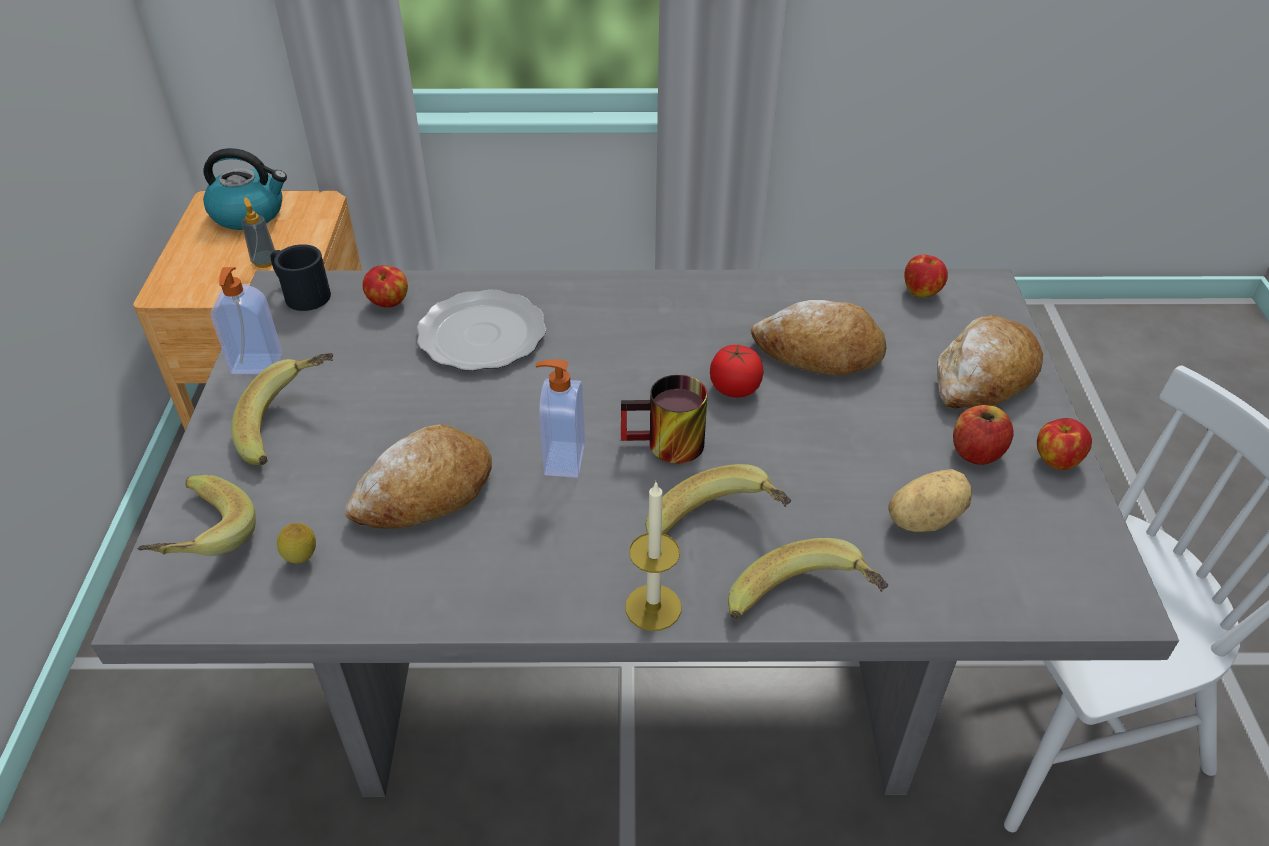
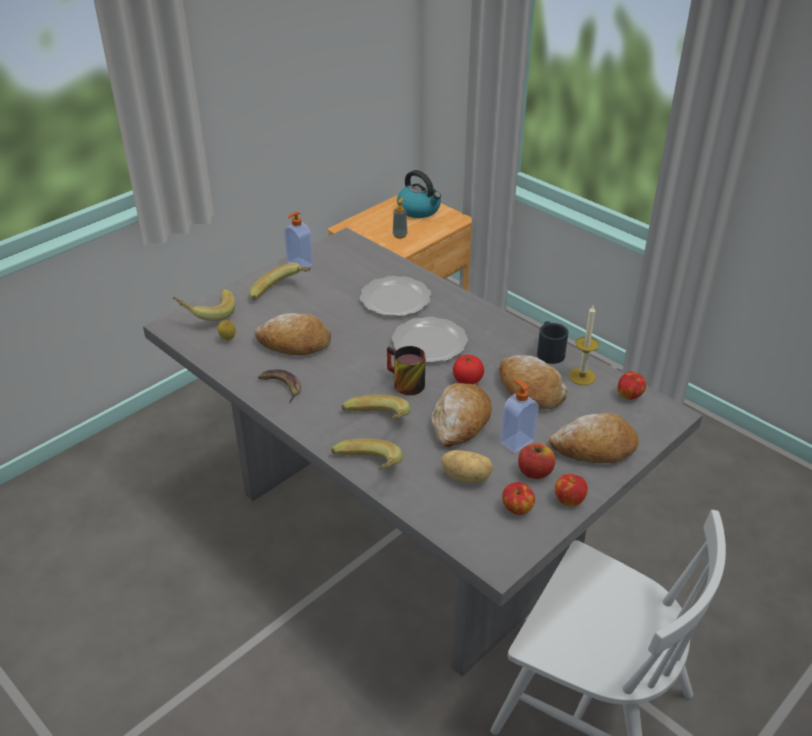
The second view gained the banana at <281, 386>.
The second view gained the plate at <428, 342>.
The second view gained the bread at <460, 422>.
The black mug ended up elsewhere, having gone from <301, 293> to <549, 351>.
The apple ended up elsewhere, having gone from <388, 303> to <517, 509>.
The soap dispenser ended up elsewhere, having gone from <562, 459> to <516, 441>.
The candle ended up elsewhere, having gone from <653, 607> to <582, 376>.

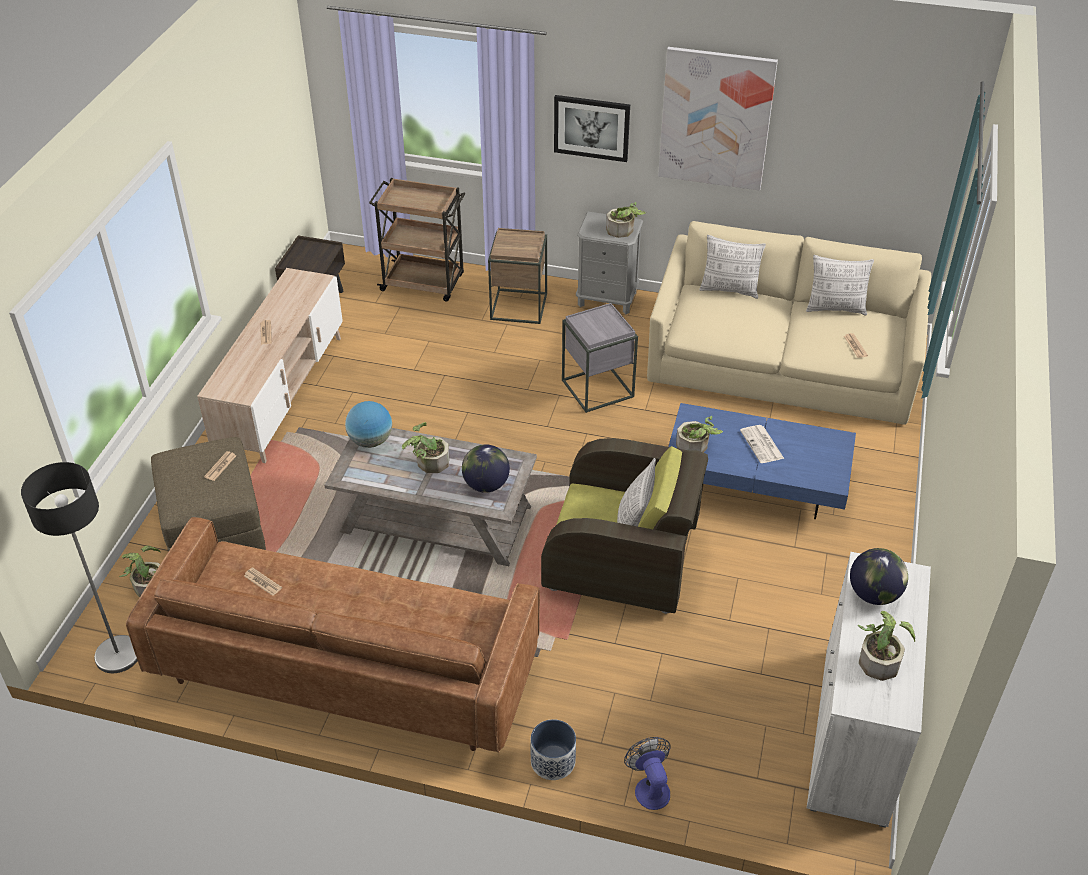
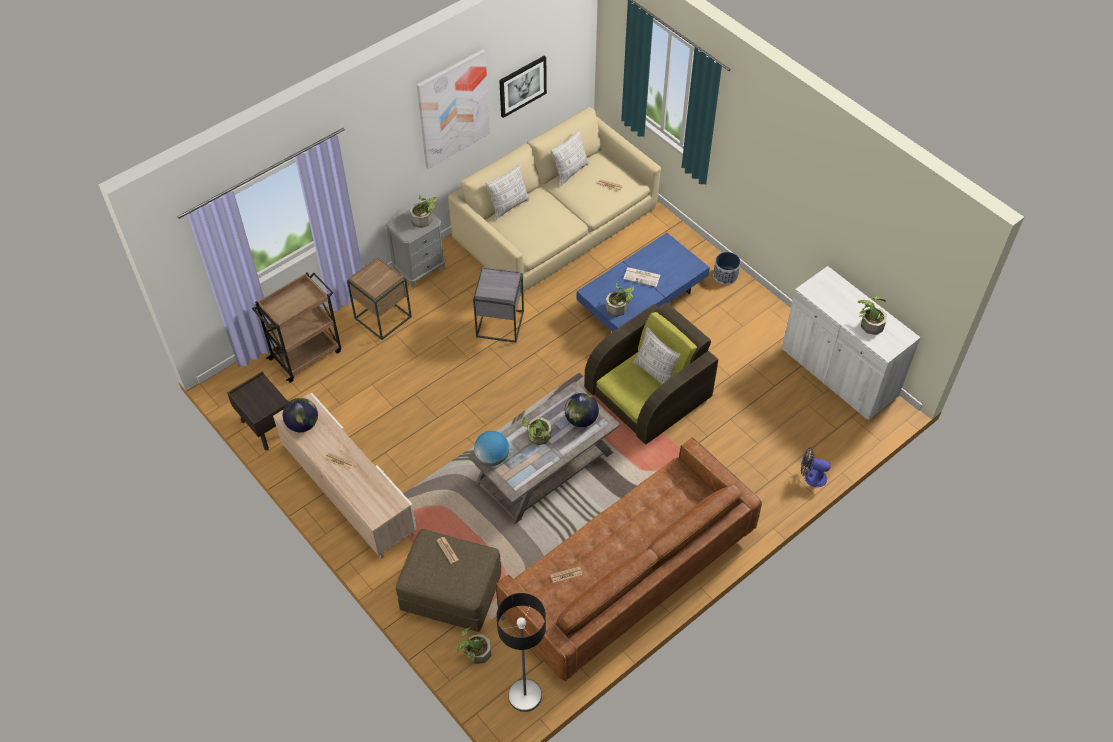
The planter ended up elsewhere, having gone from <552, 761> to <725, 276>.
The picture ended up elsewhere, having gone from <591, 127> to <522, 86>.
The globe ended up elsewhere, having gone from <874, 594> to <303, 424>.

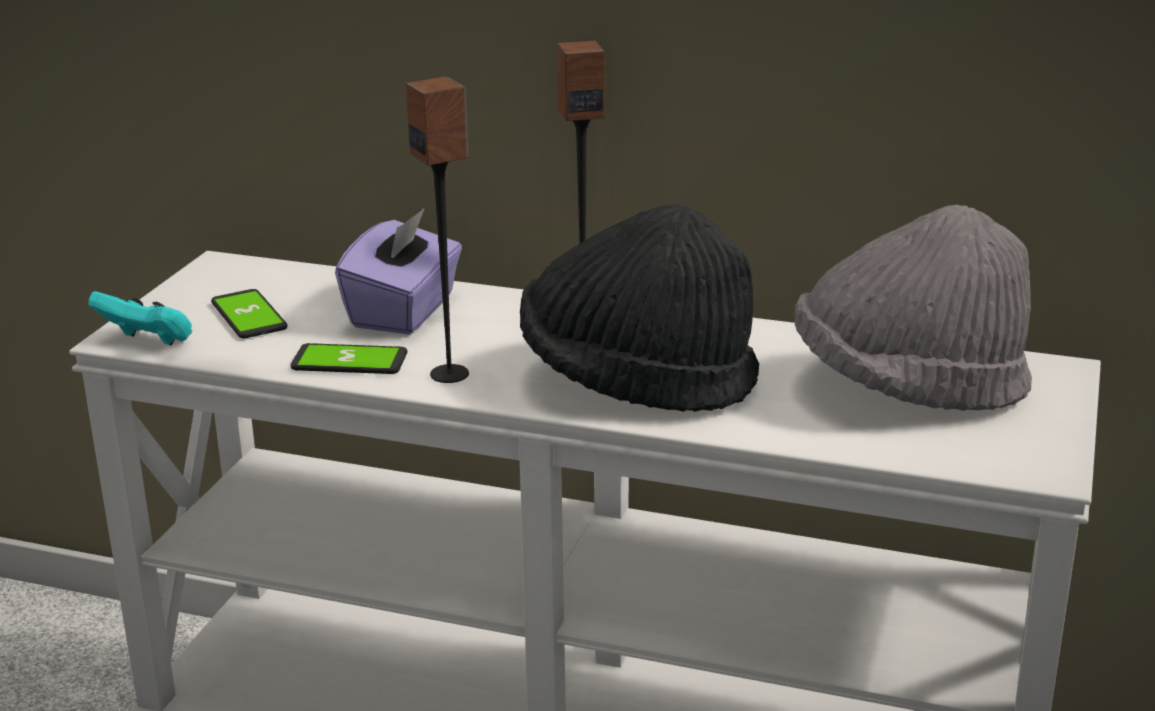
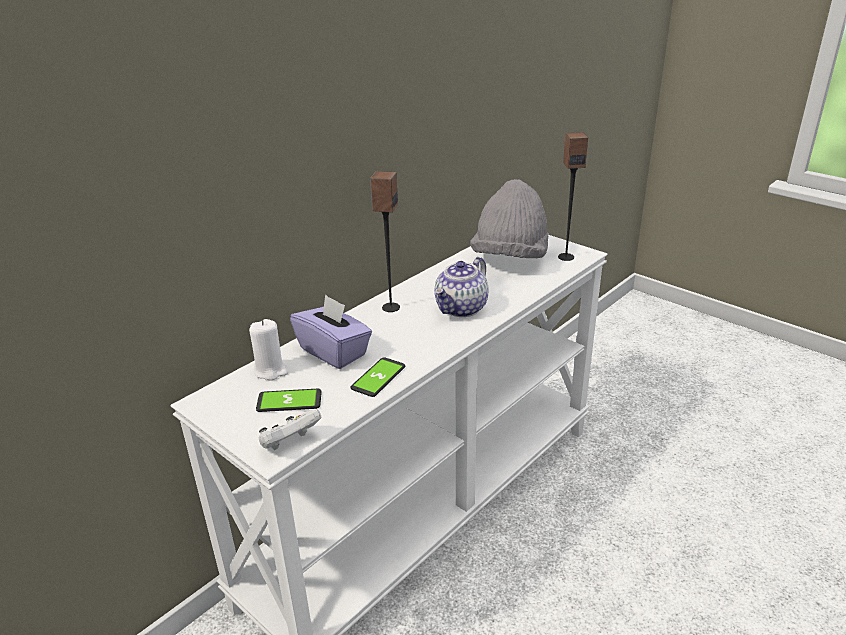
The second view gained the white candle at <271, 370>.
The speaker ended up elsewhere, having gone from <450, 374> to <566, 257>.
Where the black hat stood at <636, 381>, the teapot came to stand at <461, 308>.
What was the turquoise game controller at <148, 342> turned into the white game controller at <289, 443>.

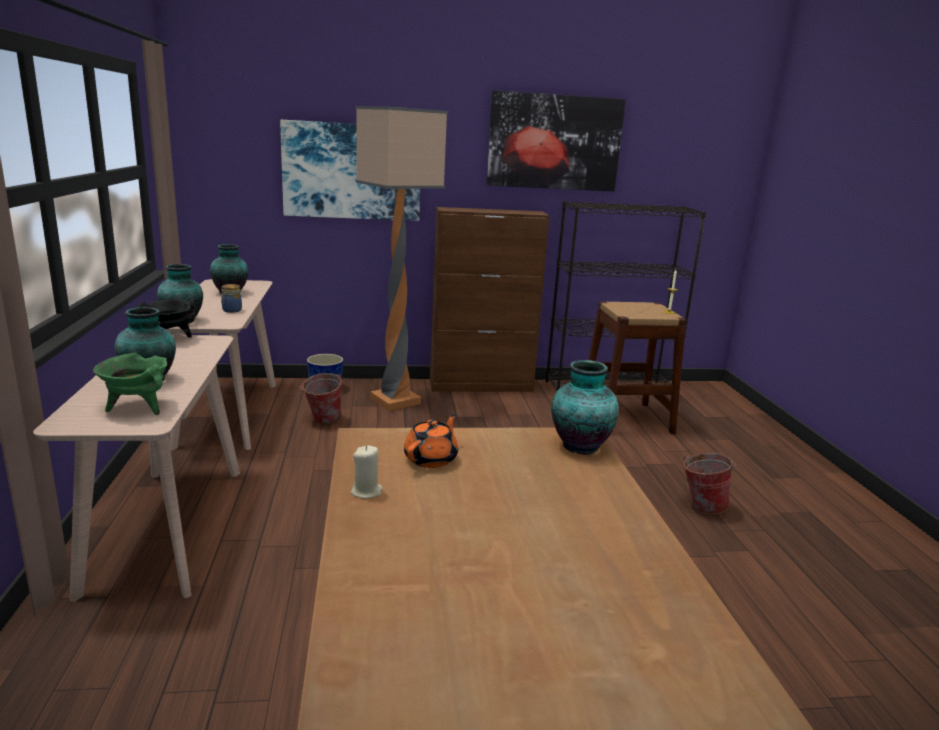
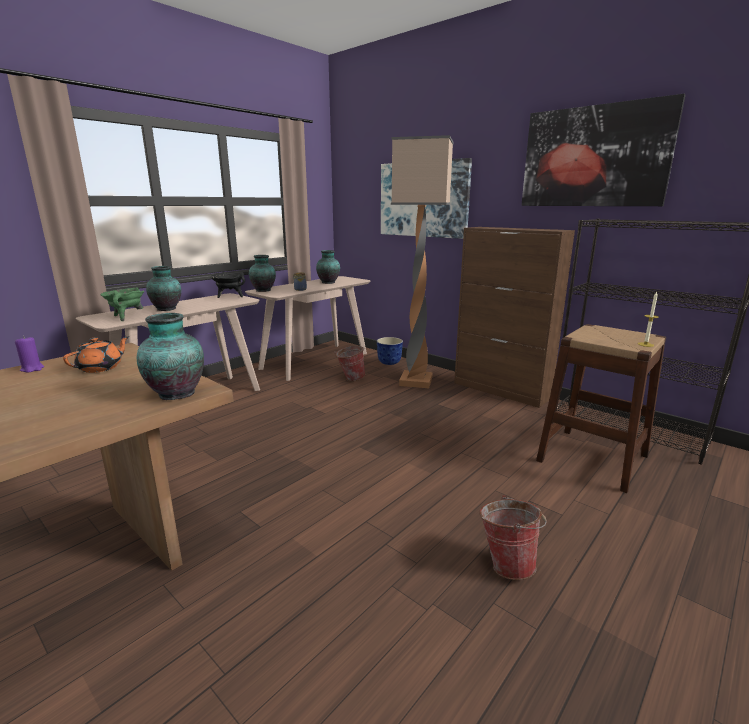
What was the beige candle at <366, 492> turned into the purple candle at <32, 369>.
The orange teapot at <431, 459> ended up facing another way, 45 degrees counterclockwise from before.

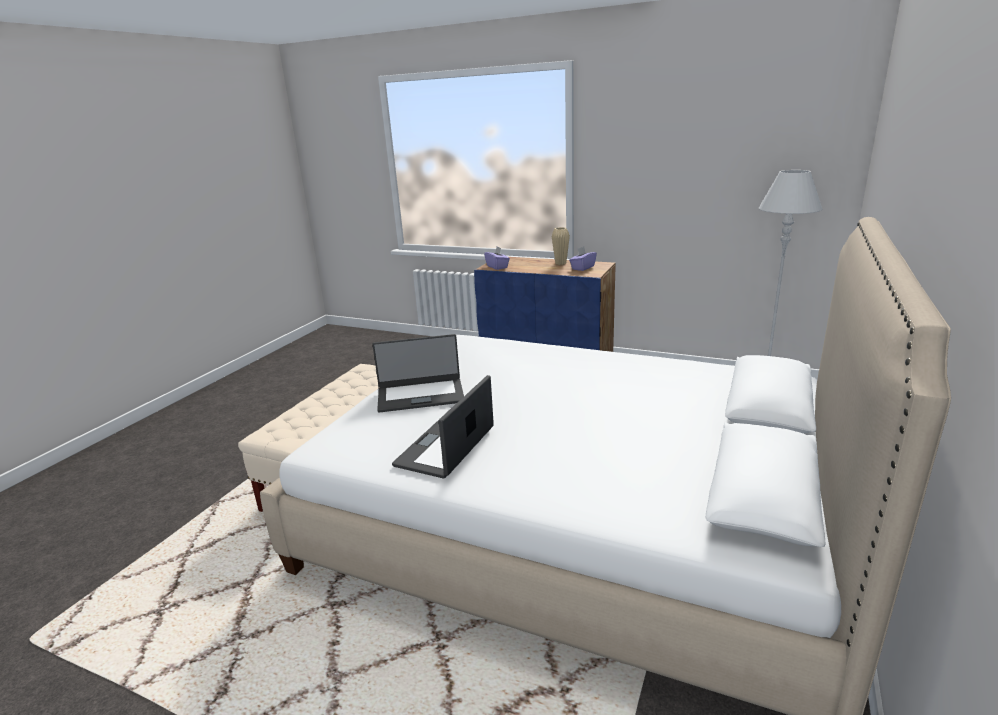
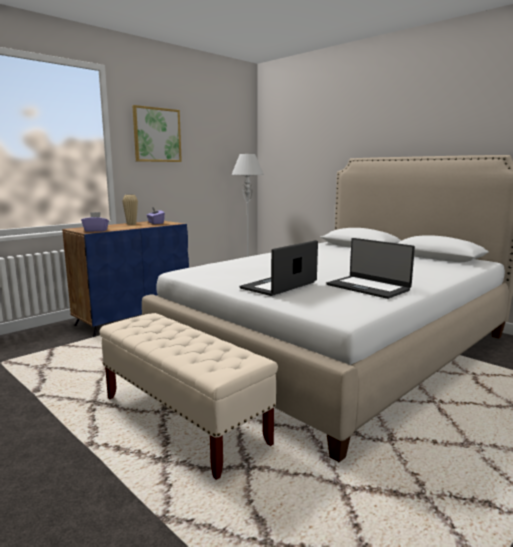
The second view gained the picture at <157, 135>.
The laptop at <420, 395> ended up facing another way, 150 degrees counterclockwise from before.

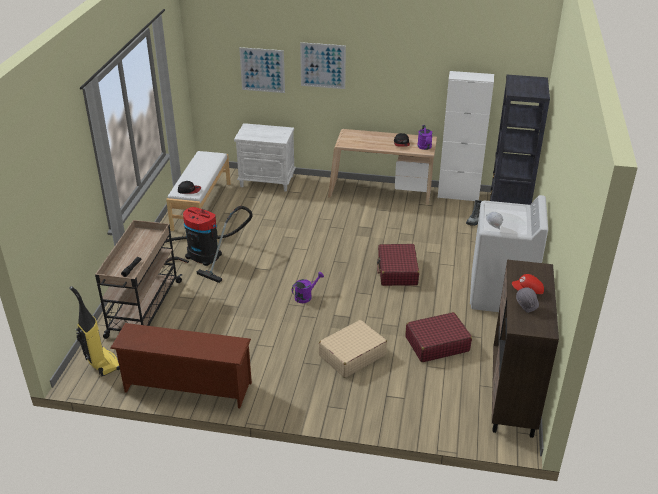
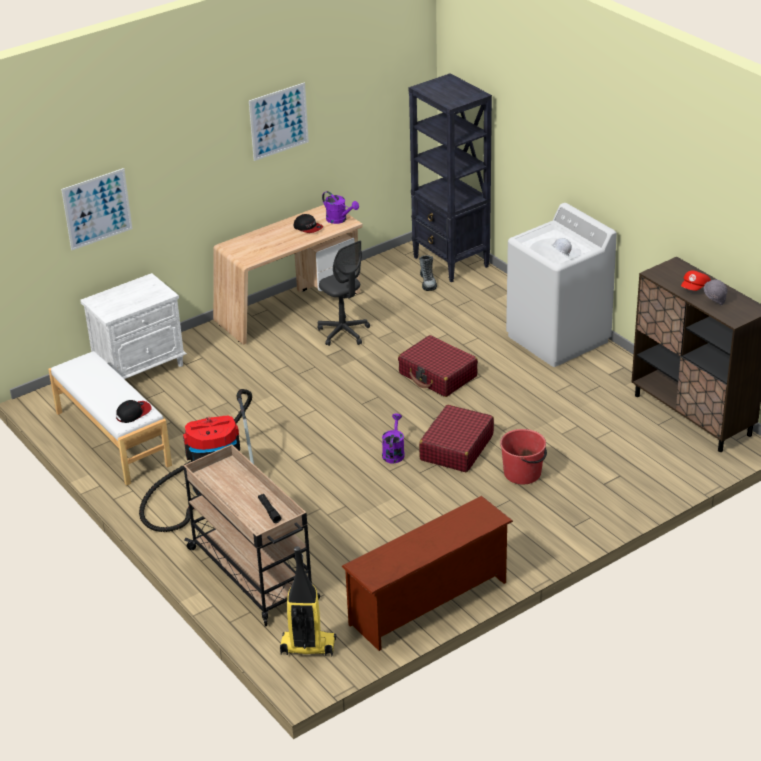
The second view lost the white cabinet at <458, 195>.
The second view gained the grey office chair at <343, 333>.
The picture ended up elsewhere, having gone from <323, 65> to <278, 121>.
The red suitcase ended up elsewhere, having gone from <436, 344> to <456, 448>.
Where the beige suitcase stood at <352, 355>, the red bucket came to stand at <523, 473>.

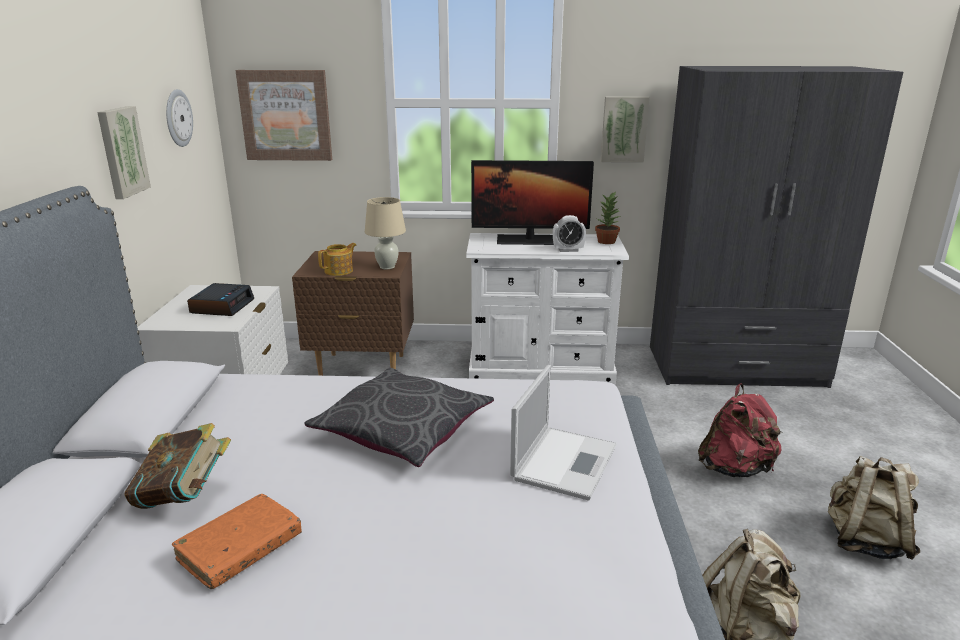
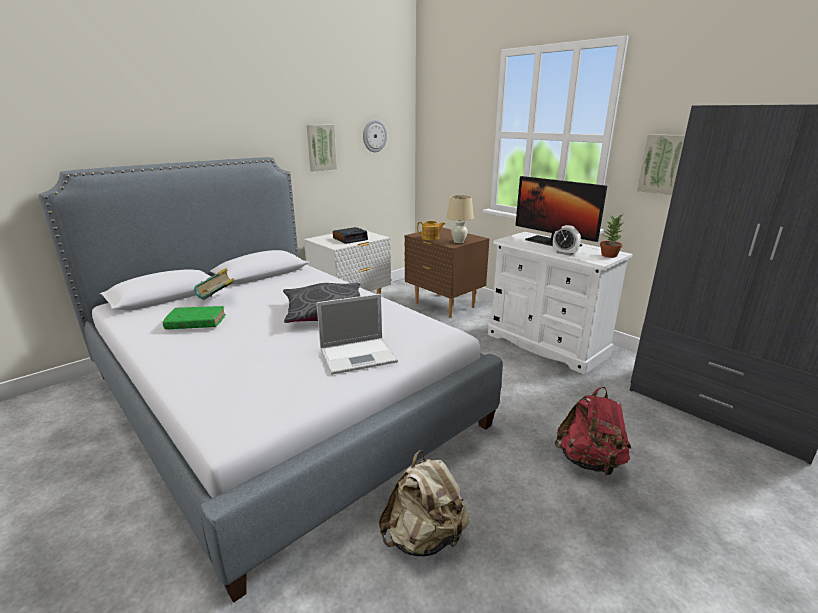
The second view lost the picture at <286, 115>.
The second view lost the beige backpack at <865, 541>.
What was the orange book at <240, 549> turned into the green book at <196, 323>.

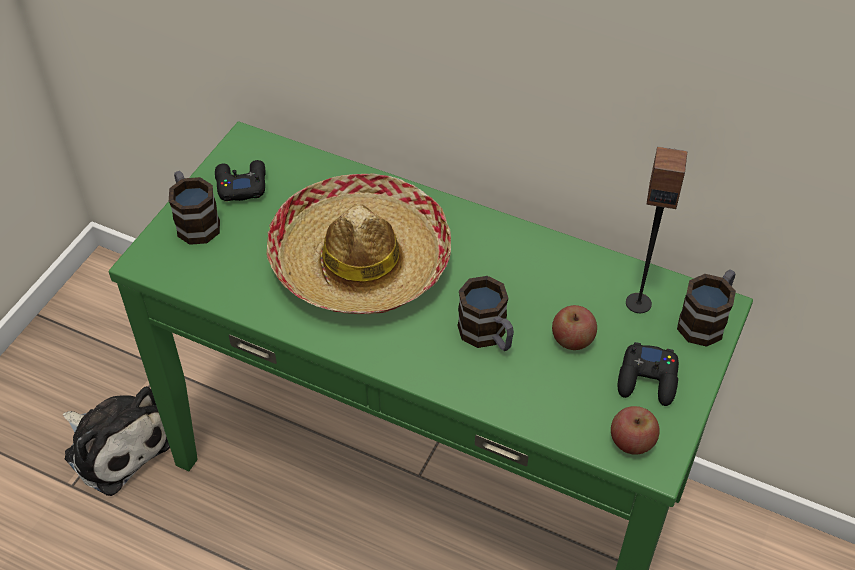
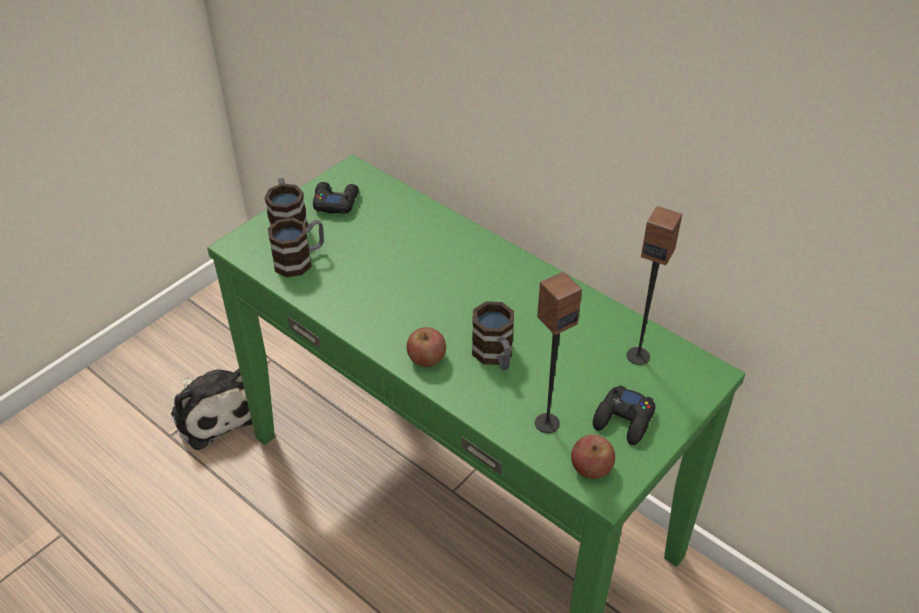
The second view lost the hat at <360, 260>.
The second view gained the speaker at <546, 423>.
The apple ended up elsewhere, having gone from <572, 339> to <426, 358>.
The mug ended up elsewhere, having gone from <706, 320> to <300, 260>.

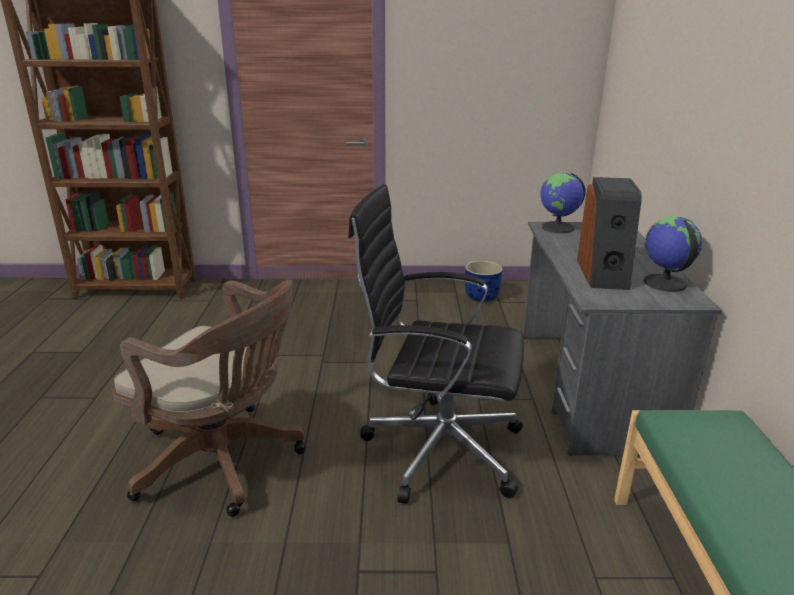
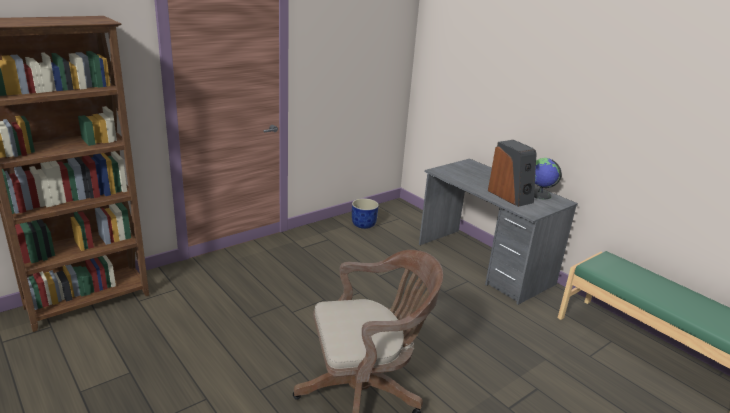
The second view lost the black office chair at <438, 448>.
The second view lost the globe at <558, 228>.

